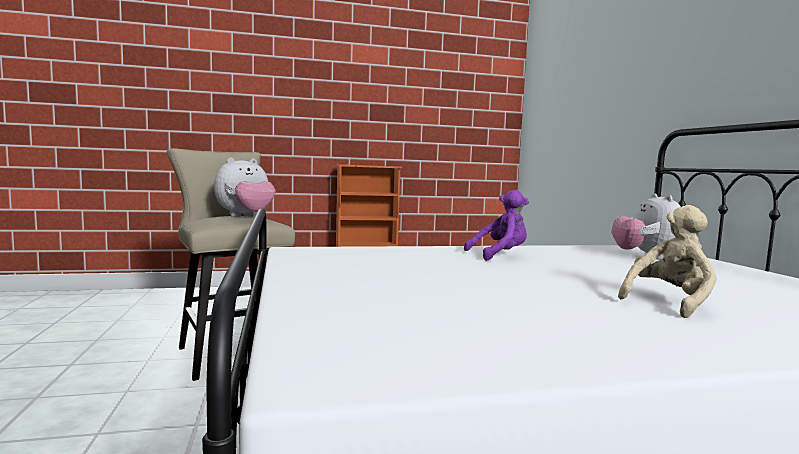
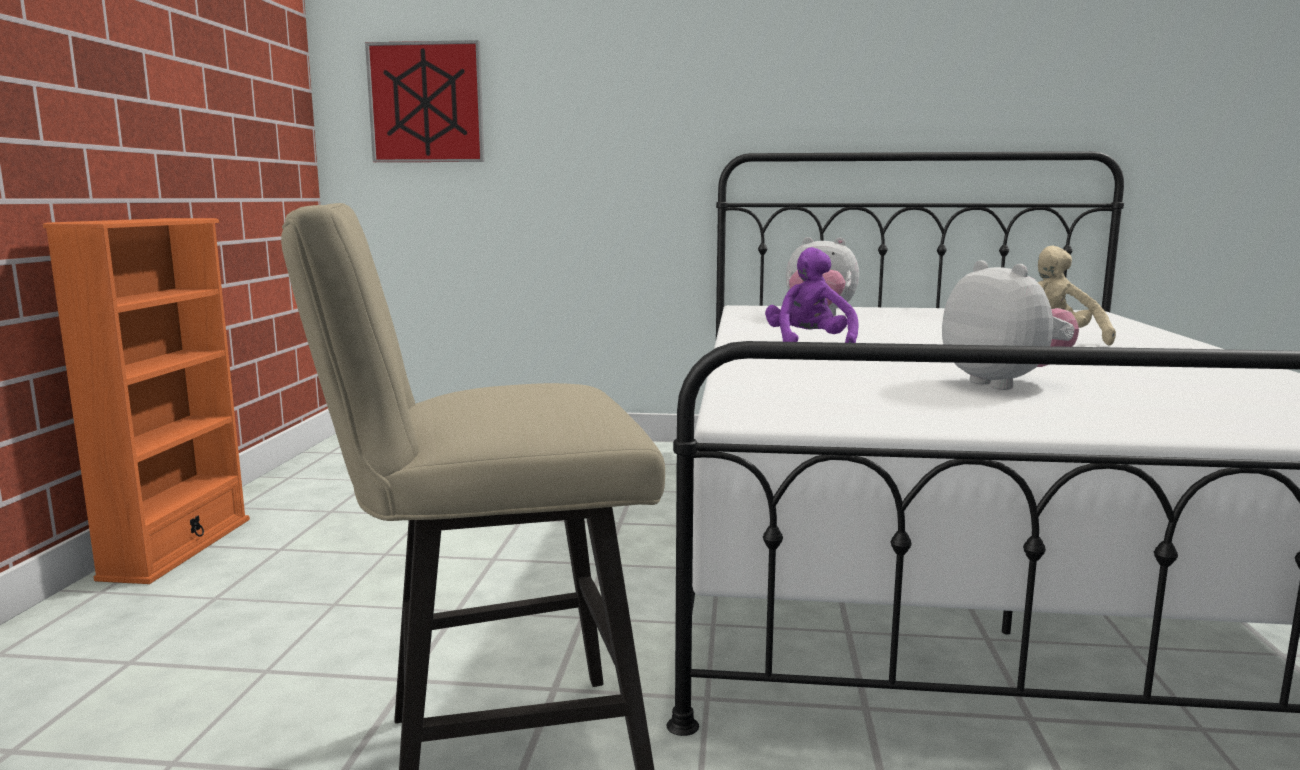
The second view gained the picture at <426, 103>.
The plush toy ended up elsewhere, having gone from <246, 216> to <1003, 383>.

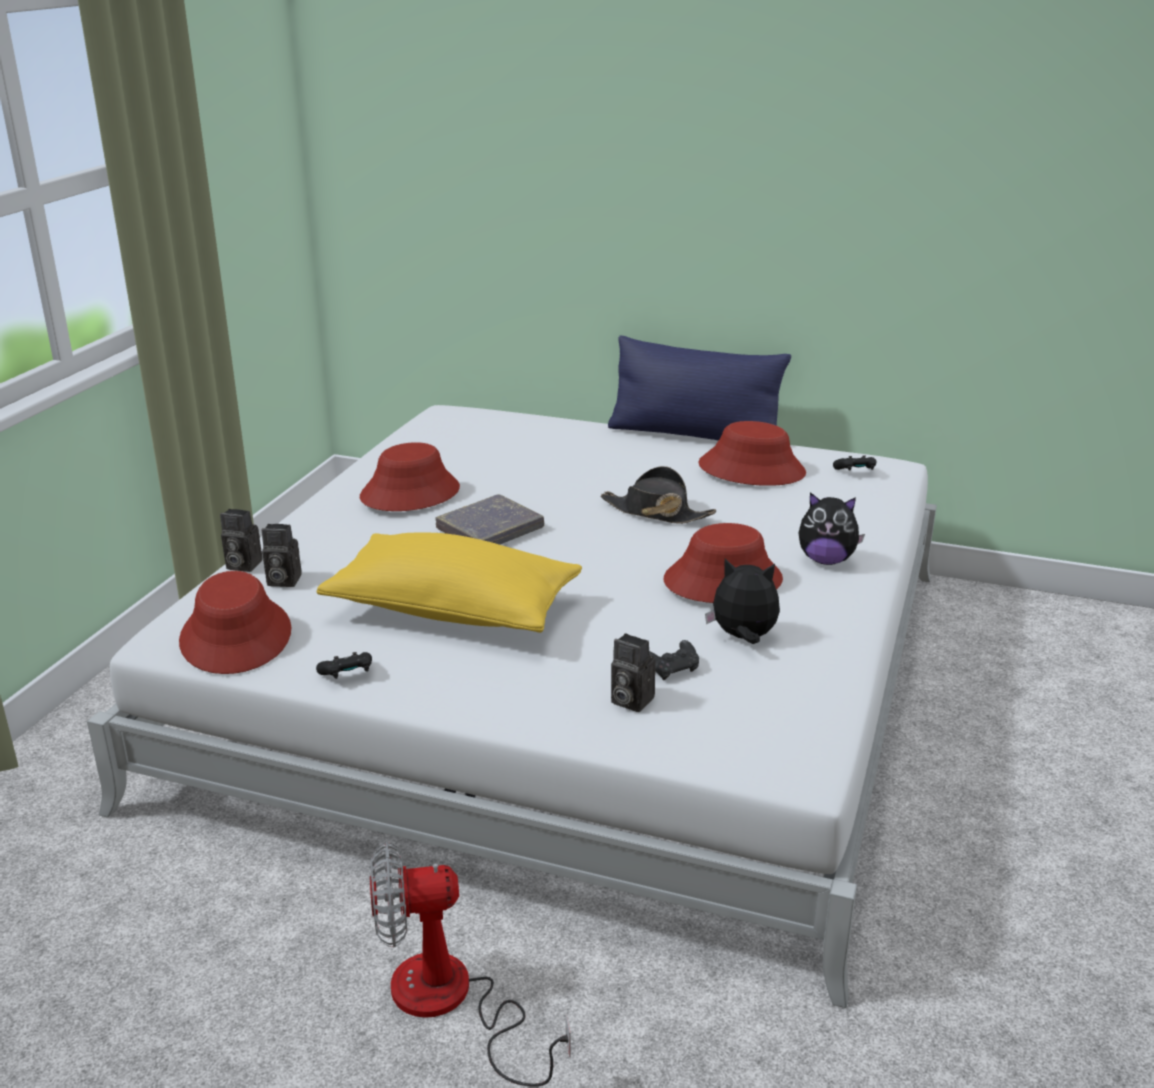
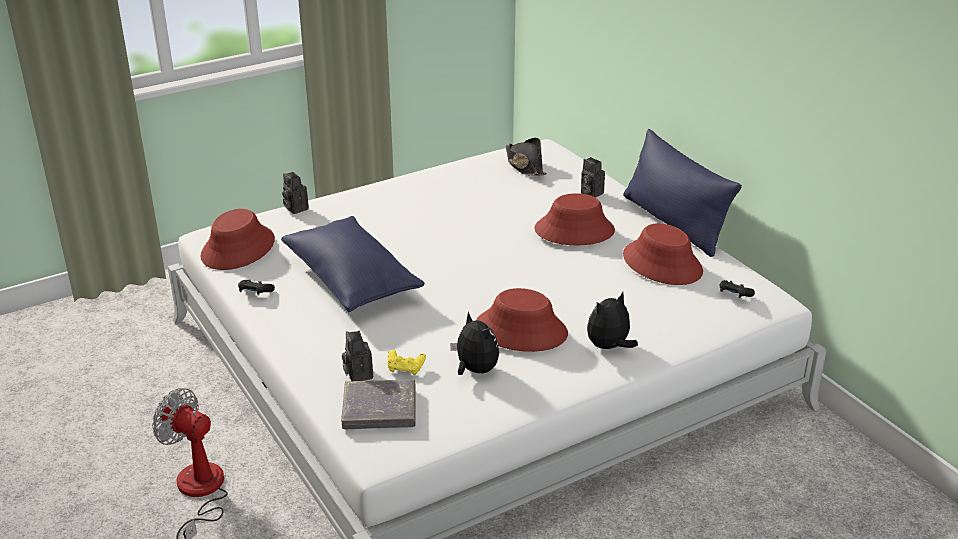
The photo camera ended up elsewhere, having gone from <281, 581> to <590, 193>.
The red hat ended up elsewhere, having gone from <410, 493> to <574, 230>.
The grey book ended up elsewhere, having gone from <490, 529> to <379, 409>.
The black hat ended up elsewhere, having gone from <656, 512> to <524, 165>.
What was the yellow pillow at <453, 610> turned into the blue pillow at <352, 280>.
What was the black game controller at <672, 670> turned into the yellow game controller at <405, 369>.
The plush toy at <826, 560> ended up facing another way, 90 degrees clockwise from before.

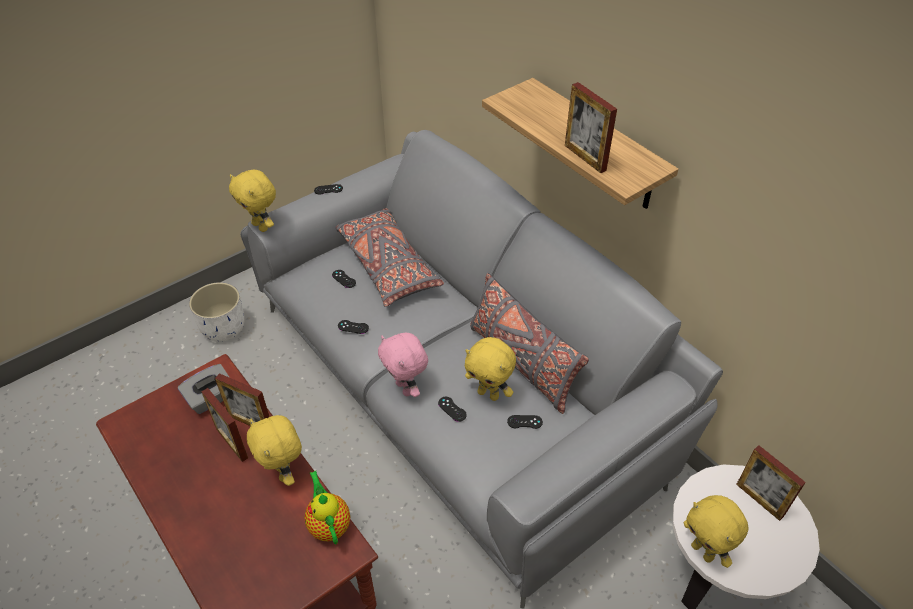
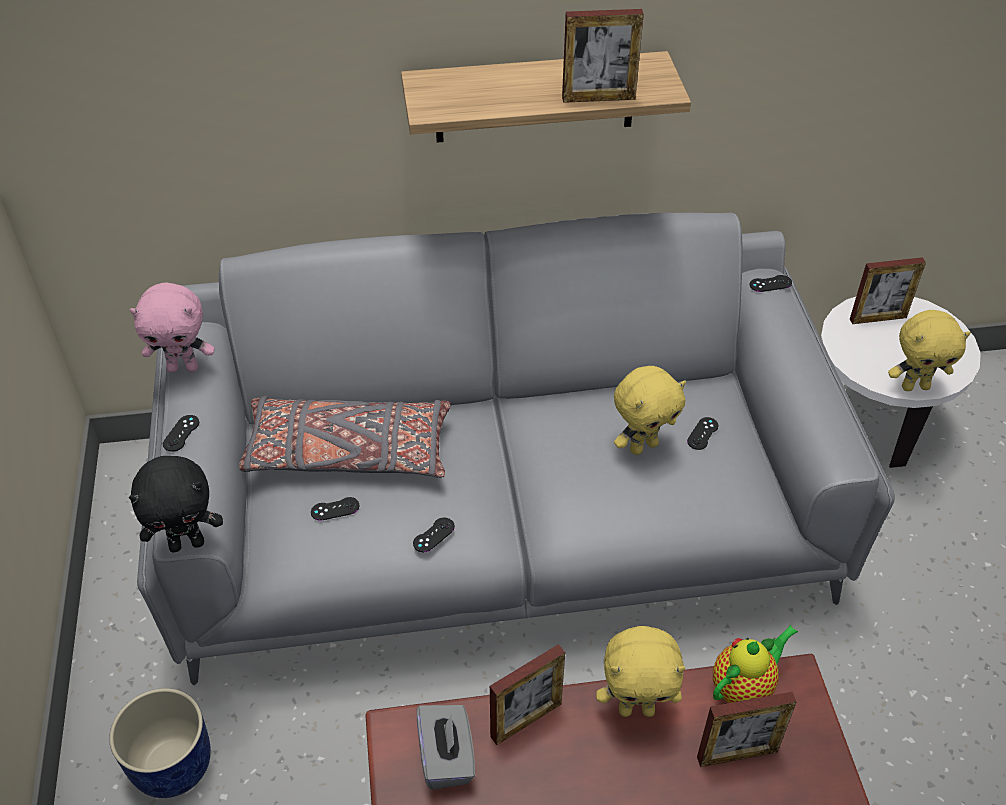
The second view lost the grey pillow at <521, 362>.
The picture frame ended up elsewhere, having gone from <232, 443> to <737, 754>.
The pink plush toy ended up elsewhere, having gone from <406, 388> to <184, 367>.
The black game controller ended up elsewhere, having gone from <452, 409> to <770, 284>.
What was the white planter at <224, 327> turned into the blue planter at <172, 764>.
What was the yellow plush toy at <261, 226> turned into the black plush toy at <187, 543>.
The teapot at <329, 524> ended up facing another way, 135 degrees clockwise from before.

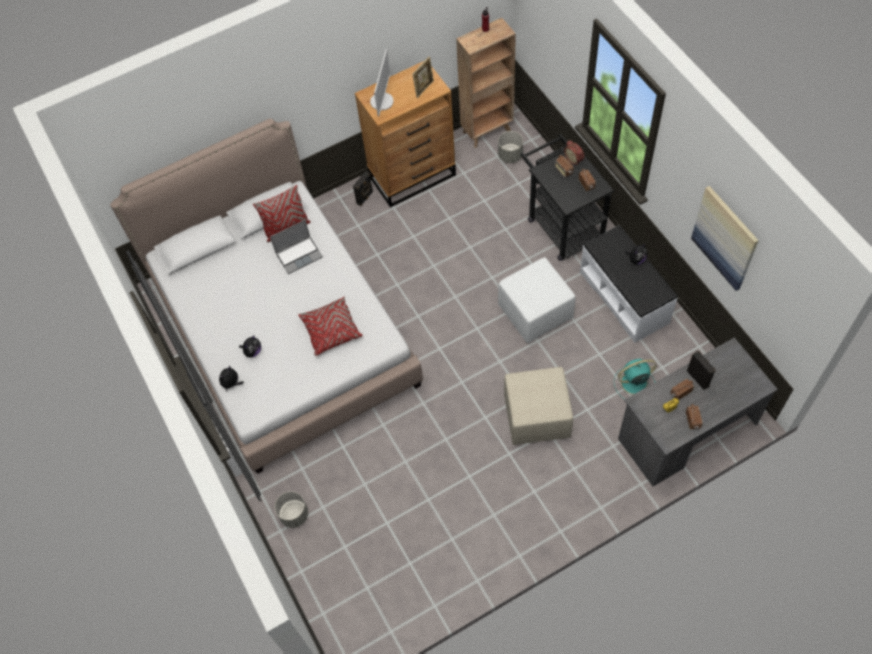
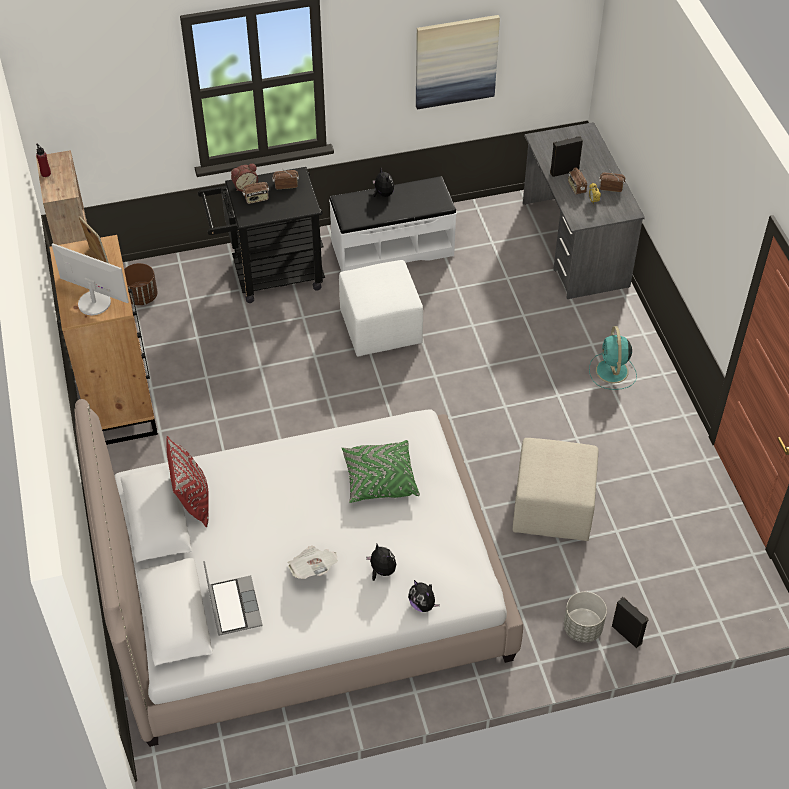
The second view gained the newspaper at <313, 569>.
The laptop ended up elsewhere, having gone from <299, 255> to <233, 606>.
The black speaker ended up elsewhere, having gone from <365, 198> to <627, 634>.
The beige ottoman ended up elsewhere, having gone from <537, 416> to <552, 507>.
The turquoise fan ended up elsewhere, having gone from <632, 383> to <612, 372>.
What was the red pillow at <331, 330> turned into the green pillow at <379, 479>.
What was the grey planter at <510, 156> turned into the brown planter at <142, 296>.

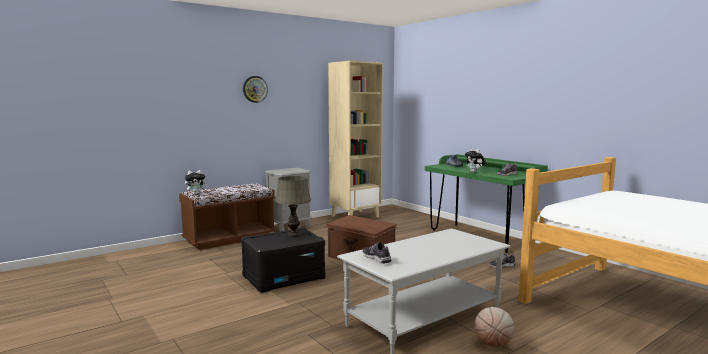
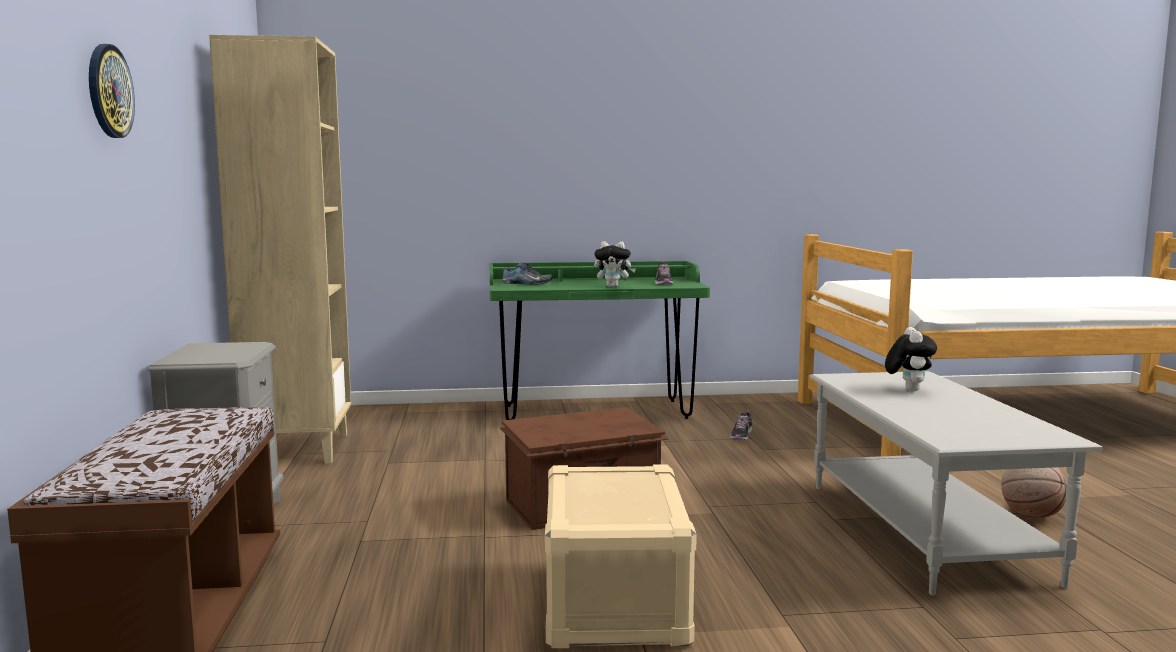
The second view lost the grey table lamp at <294, 235>.
The second view lost the shoe at <376, 258>.
The plush toy ended up elsewhere, having gone from <196, 194> to <908, 389>.
What was the black storage box at <284, 277> turned into the beige storage box at <613, 600>.

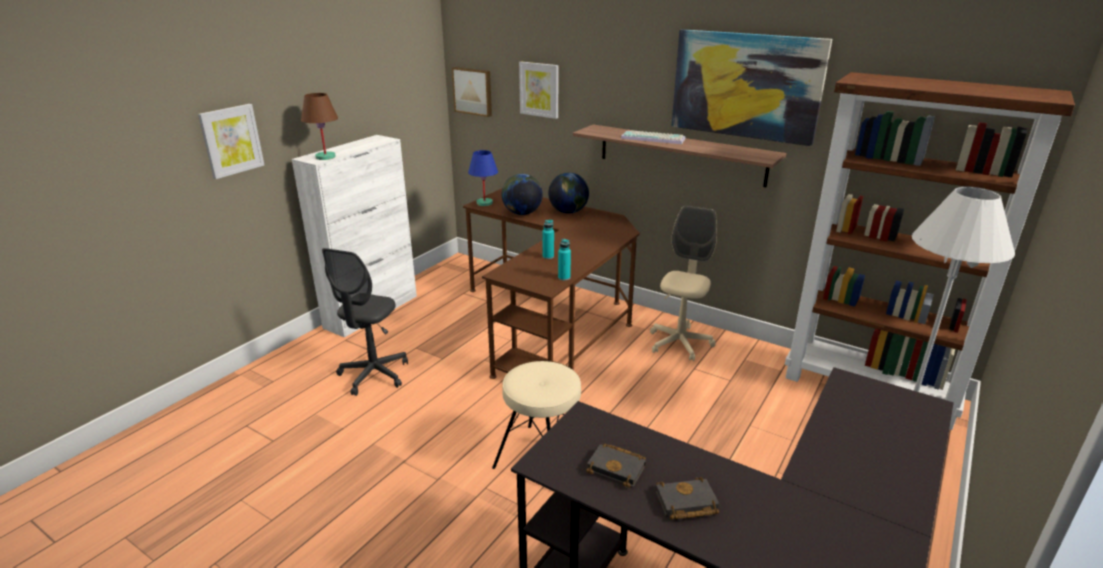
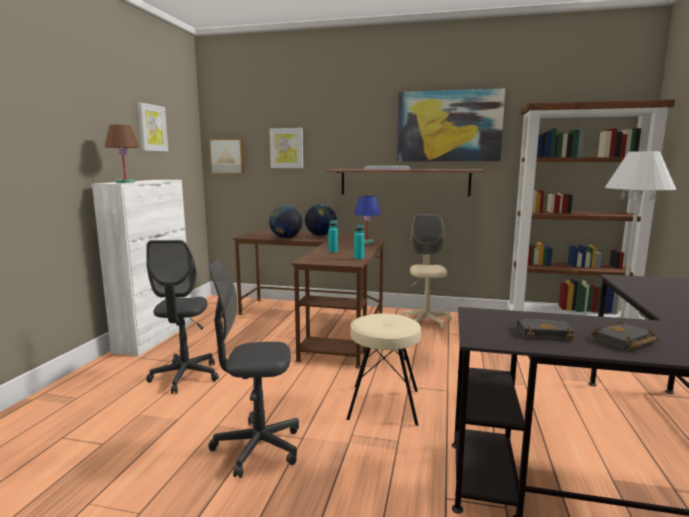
The second view gained the grey office chair at <257, 448>.
The picture ended up elsewhere, having gone from <231, 140> to <152, 128>.
The blue table lamp ended up elsewhere, having gone from <484, 203> to <366, 242>.

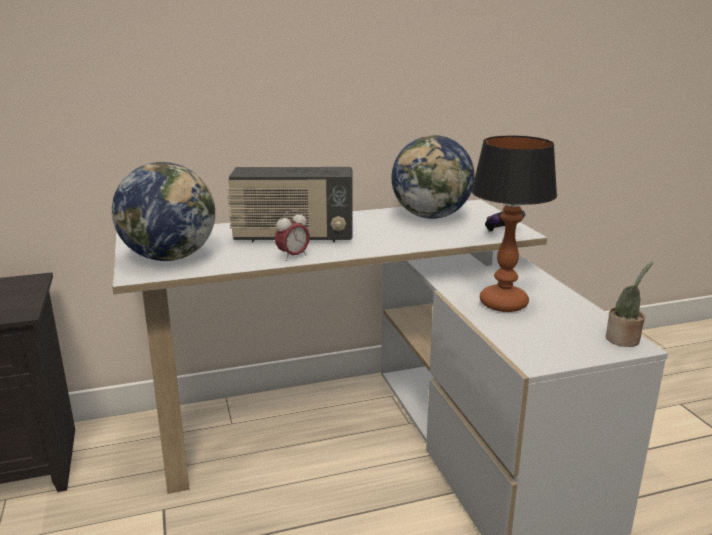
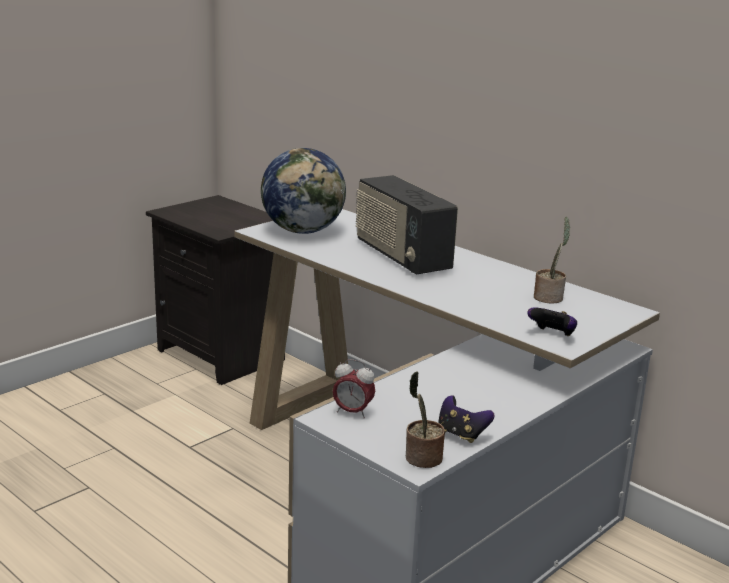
The second view lost the table lamp at <504, 304>.
The second view gained the game controller at <461, 434>.
The alarm clock ended up elsewhere, having gone from <293, 256> to <352, 412>.
Where the globe stood at <431, 216>, the potted plant came to stand at <549, 297>.

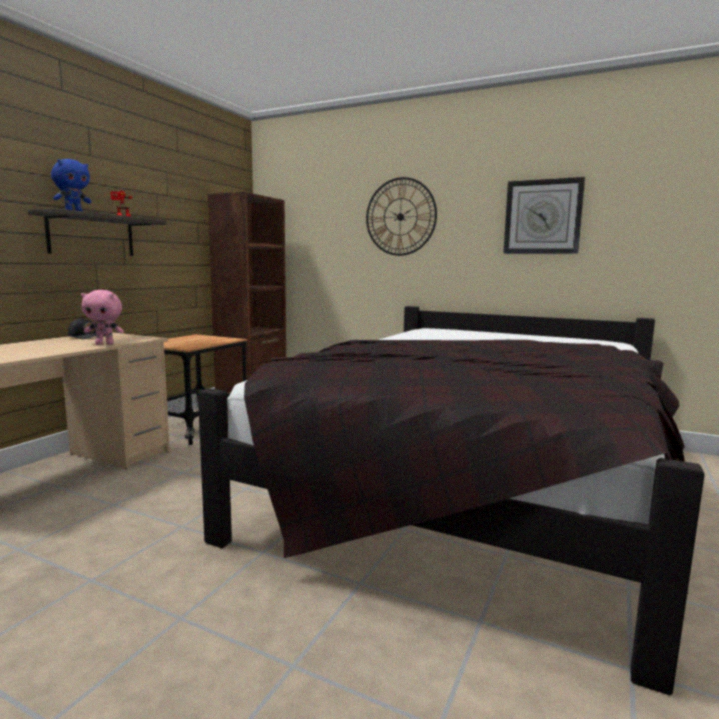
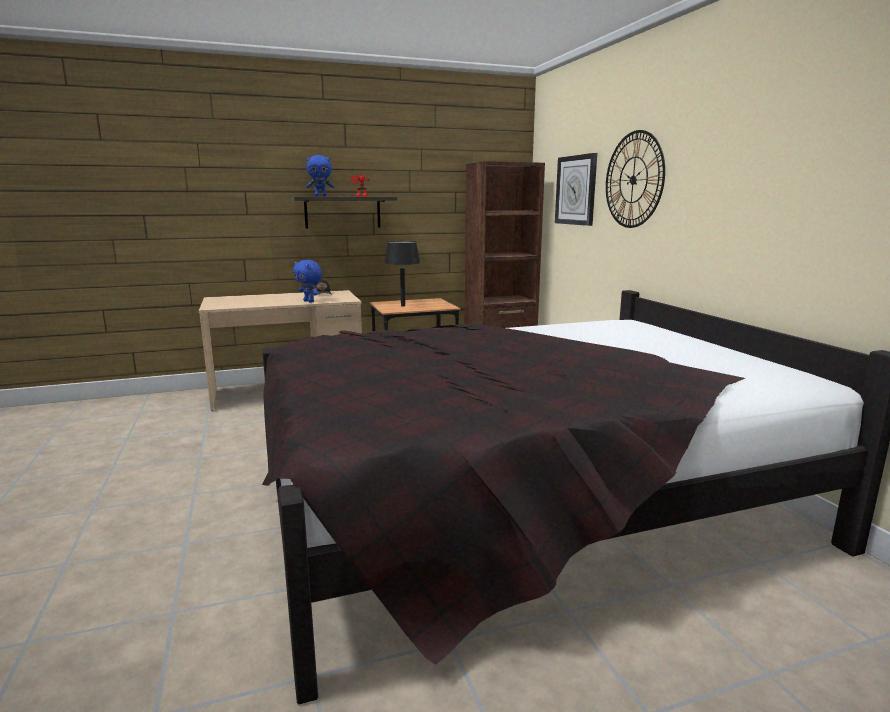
The second view gained the black table lamp at <403, 306>.
The wall clock ended up elsewhere, having gone from <542, 217> to <576, 190>.
What was the pink plush toy at <105, 344> turned into the blue plush toy at <309, 301>.

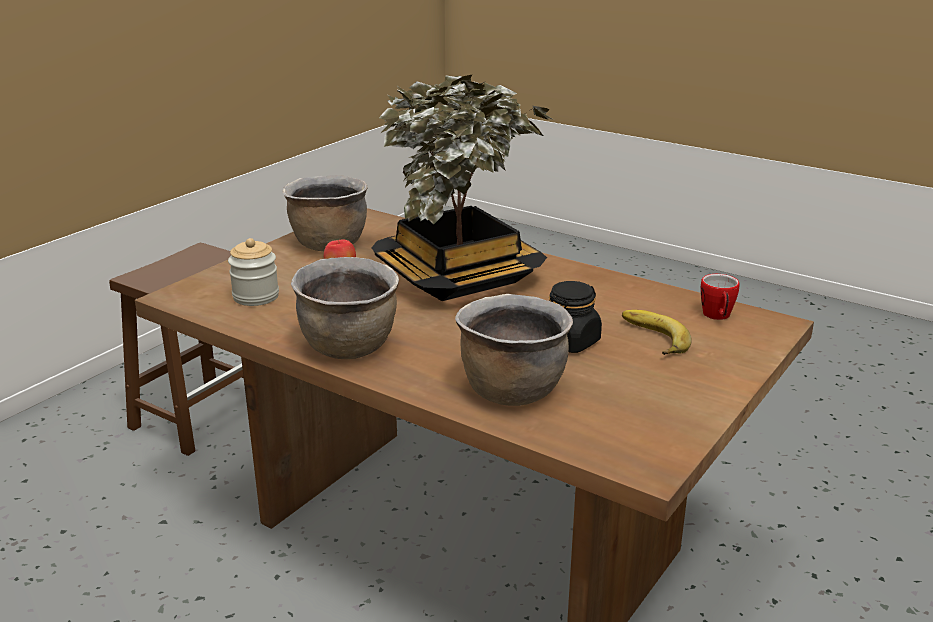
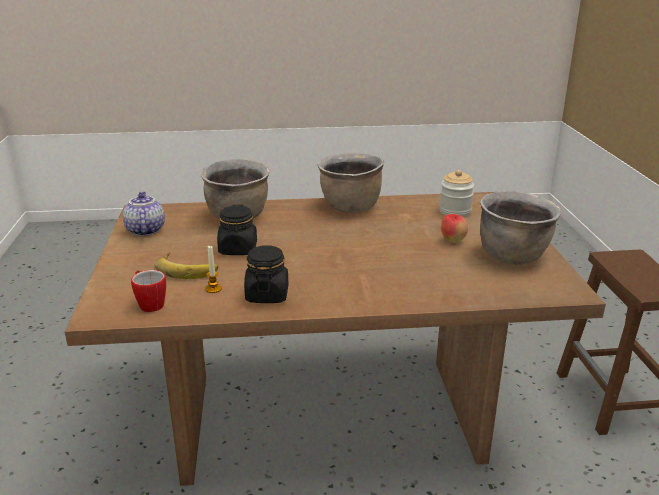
The second view lost the potted plant at <459, 276>.
The second view gained the teapot at <144, 230>.
The second view gained the candle at <213, 289>.
The second view gained the black jar at <267, 295>.

